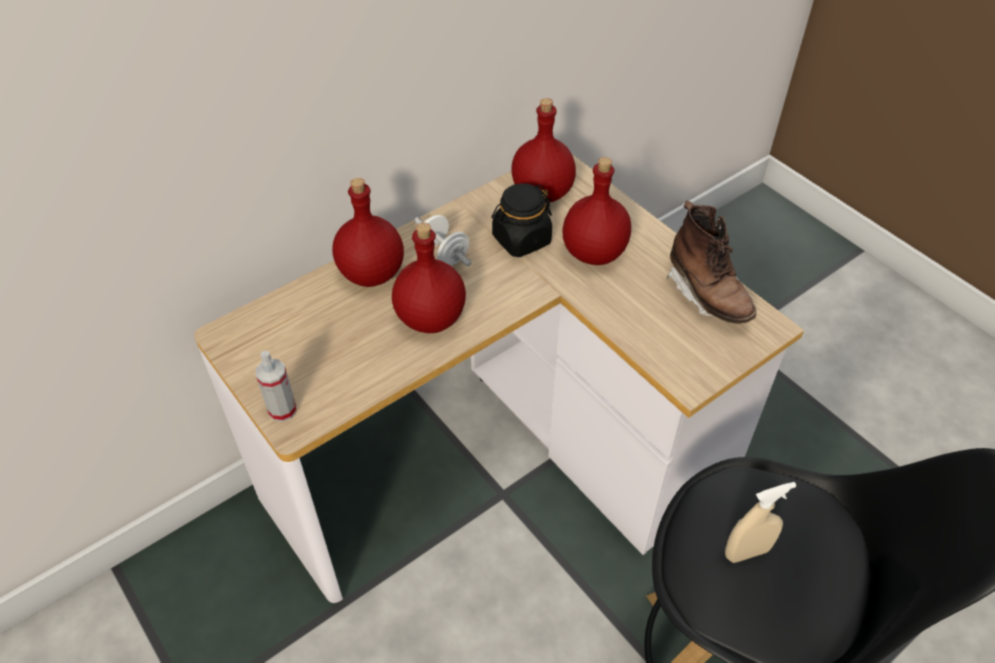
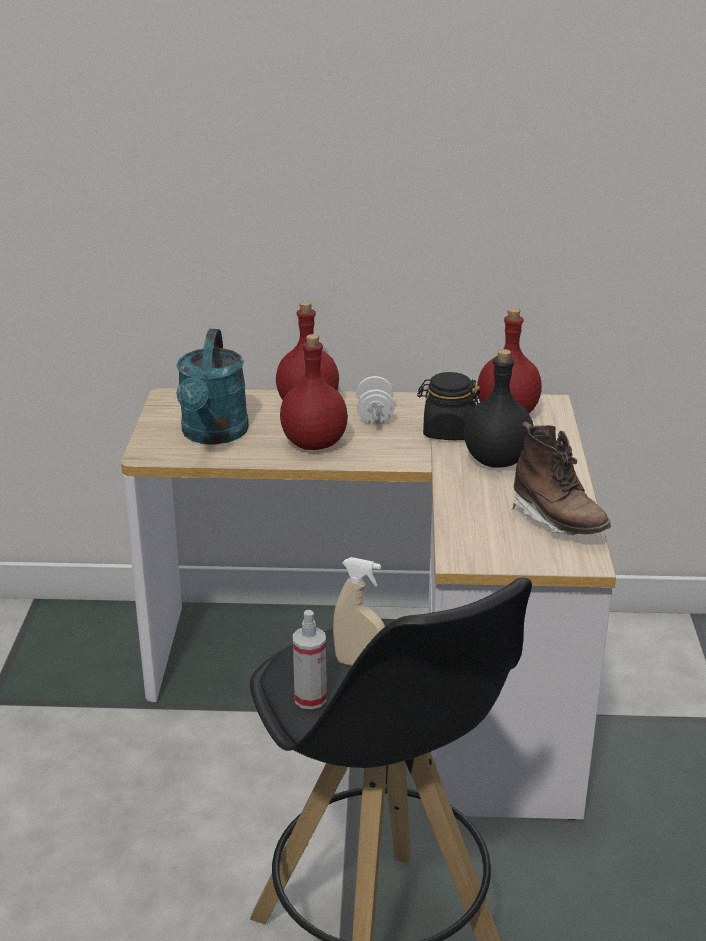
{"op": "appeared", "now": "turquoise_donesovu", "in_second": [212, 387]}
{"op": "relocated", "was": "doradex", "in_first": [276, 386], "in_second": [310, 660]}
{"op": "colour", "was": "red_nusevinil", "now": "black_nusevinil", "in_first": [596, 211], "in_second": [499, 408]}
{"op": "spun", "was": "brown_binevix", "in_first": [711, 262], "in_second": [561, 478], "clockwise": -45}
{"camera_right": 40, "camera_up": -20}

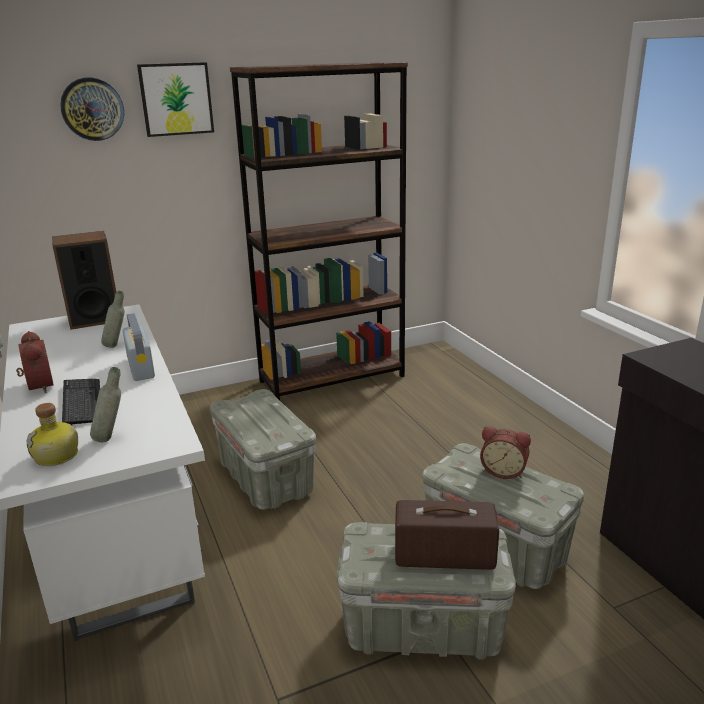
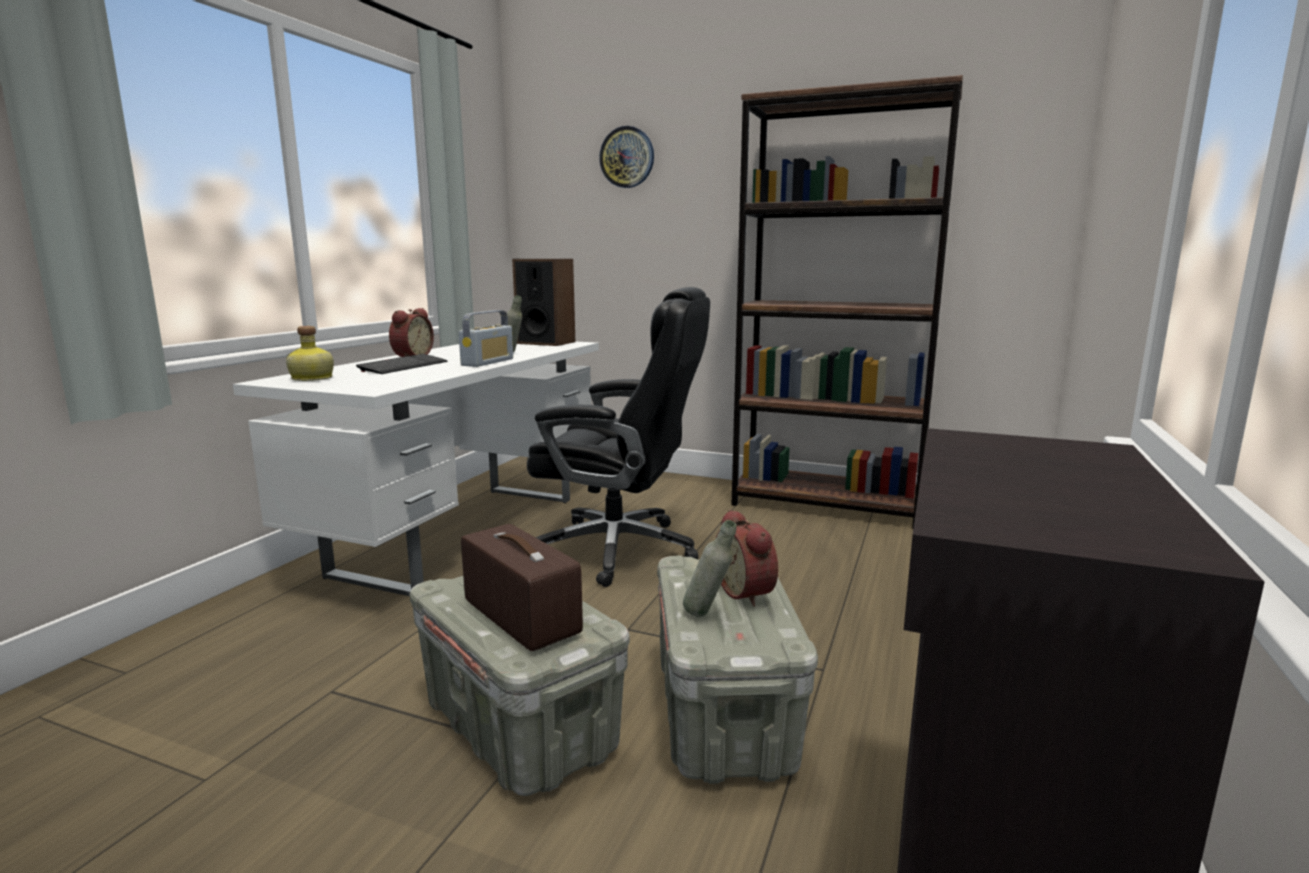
{"op": "exchanged", "was": "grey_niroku", "now": "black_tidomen", "in_first": [263, 449], "in_second": [618, 437]}
{"op": "relocated", "was": "grey_nusevinil", "in_first": [105, 404], "in_second": [709, 568]}
{"op": "missing", "was": "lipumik", "in_first": [175, 99]}
{"camera_right": 45, "camera_up": -10}

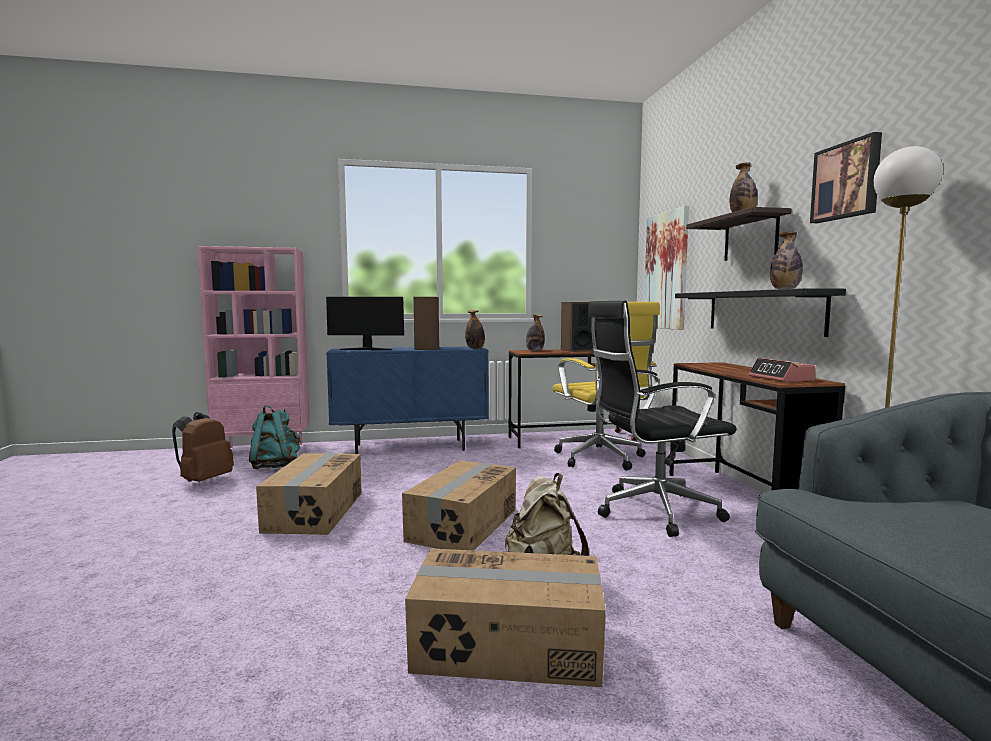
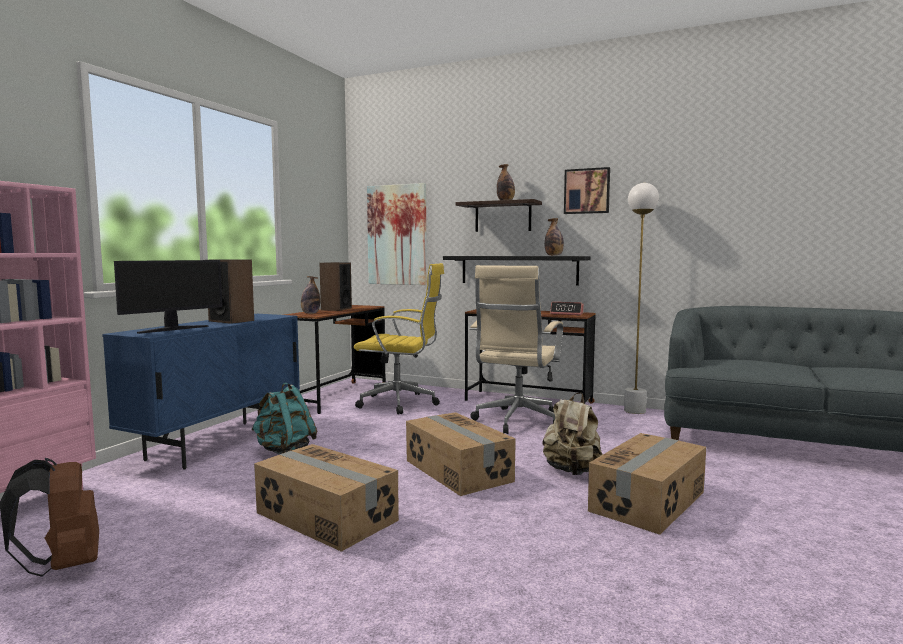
{"op": "relocated", "was": "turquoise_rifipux", "in_first": [274, 437], "in_second": [284, 418]}
{"op": "colour", "was": "black_tidomen", "now": "beige_tidomen", "in_first": [661, 419], "in_second": [516, 349]}
{"op": "missing", "was": "nusevinil", "in_first": [475, 329]}
{"camera_right": -55, "camera_up": 0}

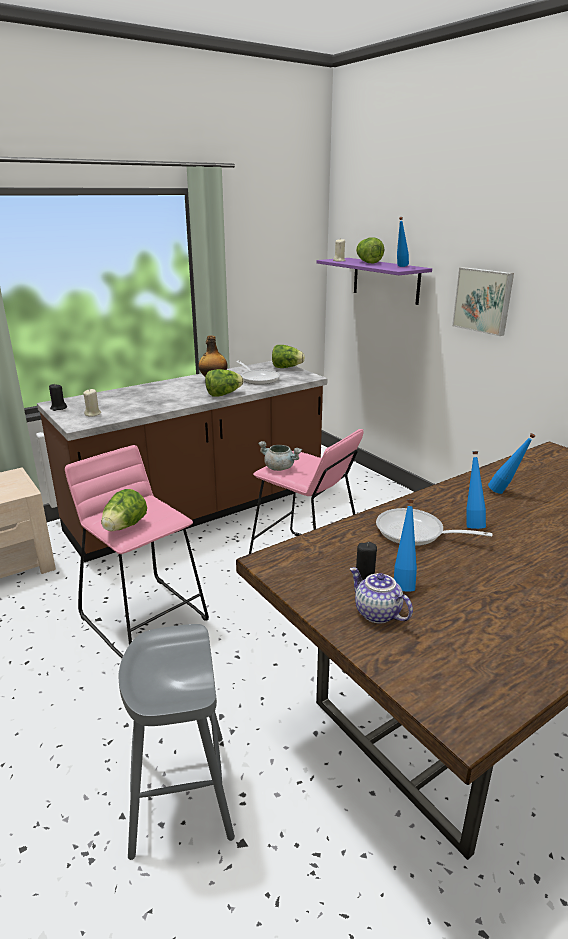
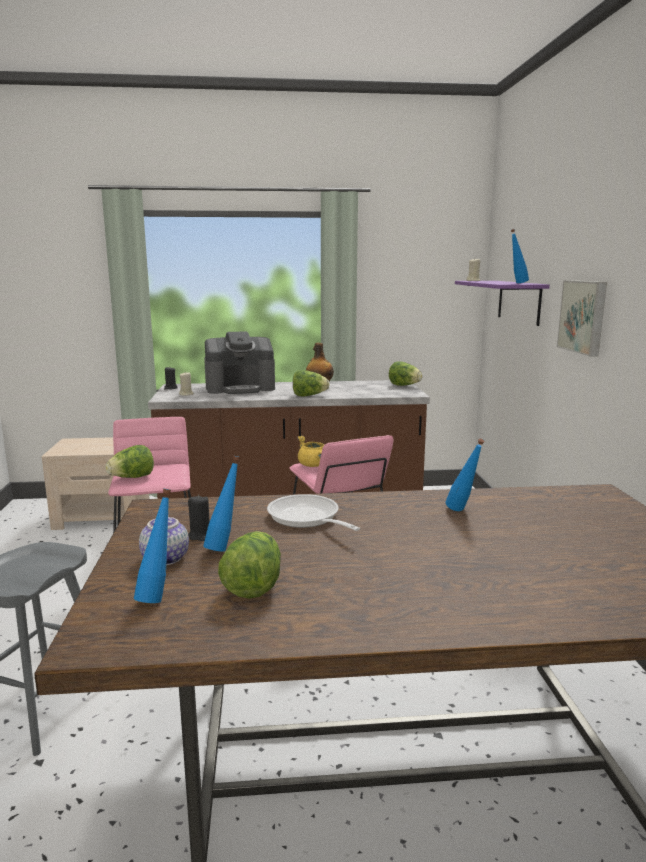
{"op": "relocated", "was": "blue_nusevinil", "in_first": [476, 490], "in_second": [152, 546]}
{"op": "appeared", "now": "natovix", "in_second": [239, 362]}
{"op": "relocated", "was": "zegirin", "in_first": [370, 250], "in_second": [249, 565]}
{"op": "colour", "was": "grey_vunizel", "now": "yellow_vunizel", "in_first": [280, 456], "in_second": [310, 451]}
{"op": "missing", "was": "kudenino", "in_first": [258, 373]}
{"camera_right": 30, "camera_up": -10}

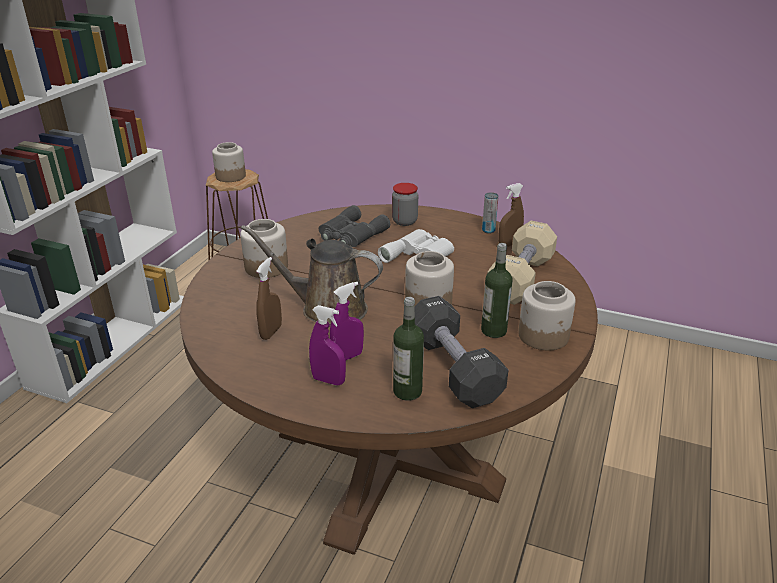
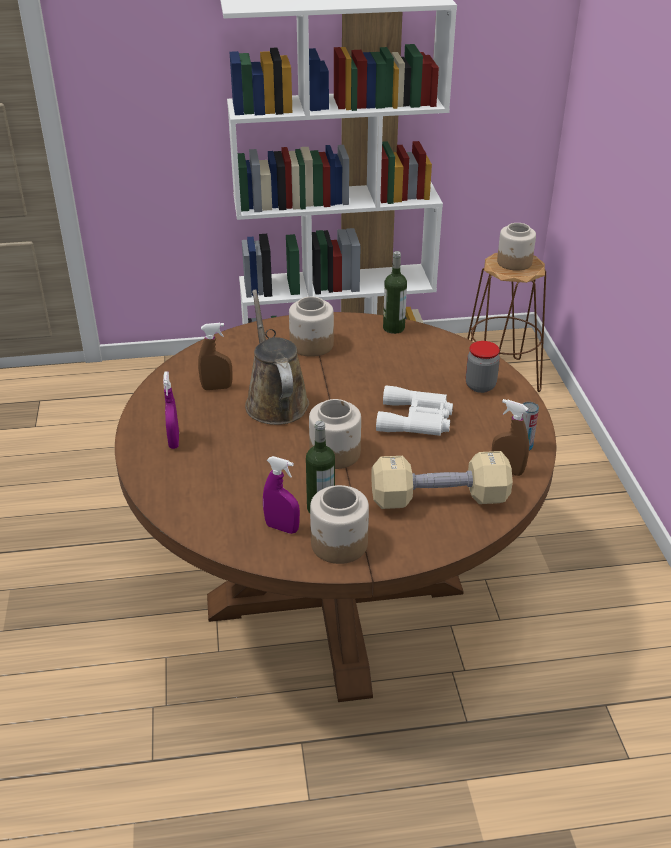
{"op": "relocated", "was": "purple_doradex", "in_first": [347, 321], "in_second": [281, 495]}
{"op": "relocated", "was": "nusevinil", "in_first": [408, 349], "in_second": [395, 292]}
{"op": "missing", "was": "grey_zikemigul", "in_first": [354, 226]}
{"op": "missing", "was": "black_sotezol", "in_first": [461, 352]}
{"camera_right": 60, "camera_up": 5}

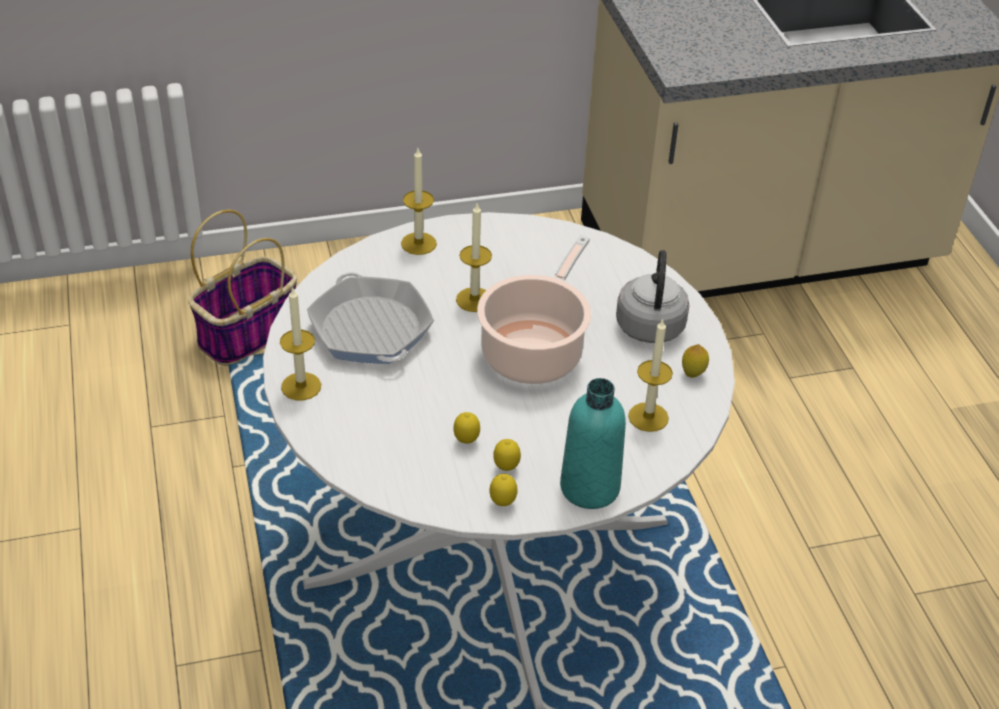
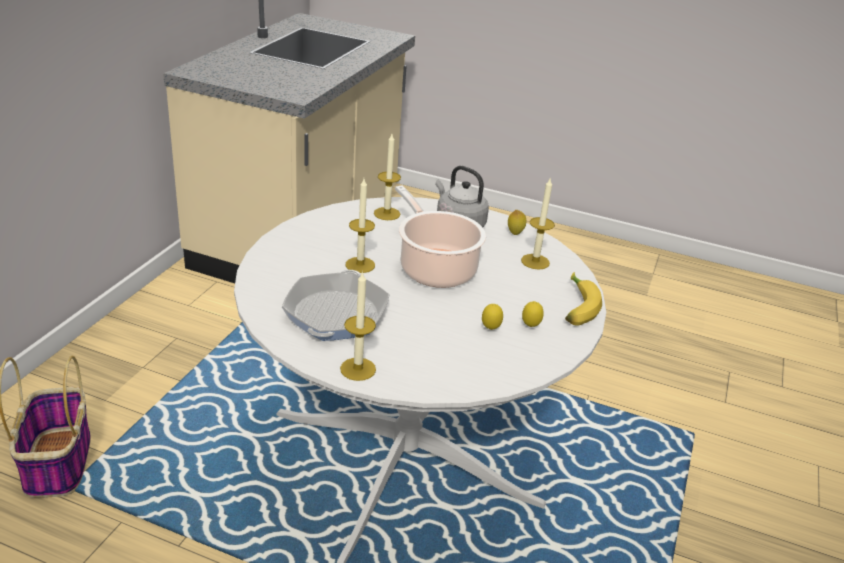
{"op": "spun", "was": "kudenino", "in_first": [370, 317], "in_second": [336, 305], "clockwise": 90}
{"op": "relocated", "was": "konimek", "in_first": [419, 202], "in_second": [387, 177]}
{"op": "exchanged", "was": "turquoise_nusevinil", "now": "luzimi", "in_first": [593, 443], "in_second": [583, 299]}
{"op": "missing", "was": "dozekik", "in_first": [503, 490]}
{"camera_right": -55, "camera_up": -10}

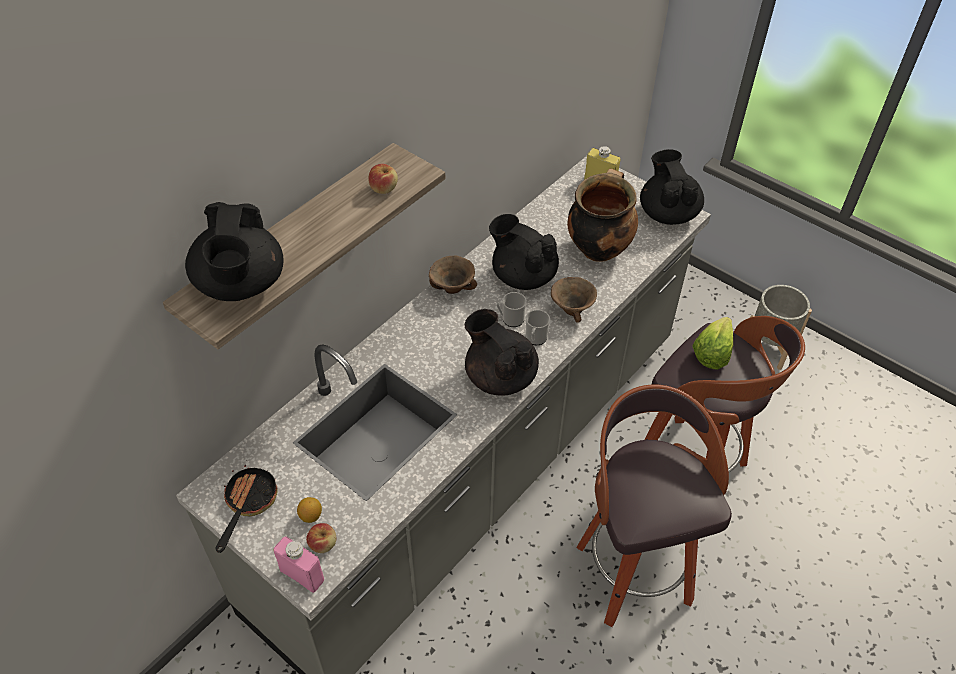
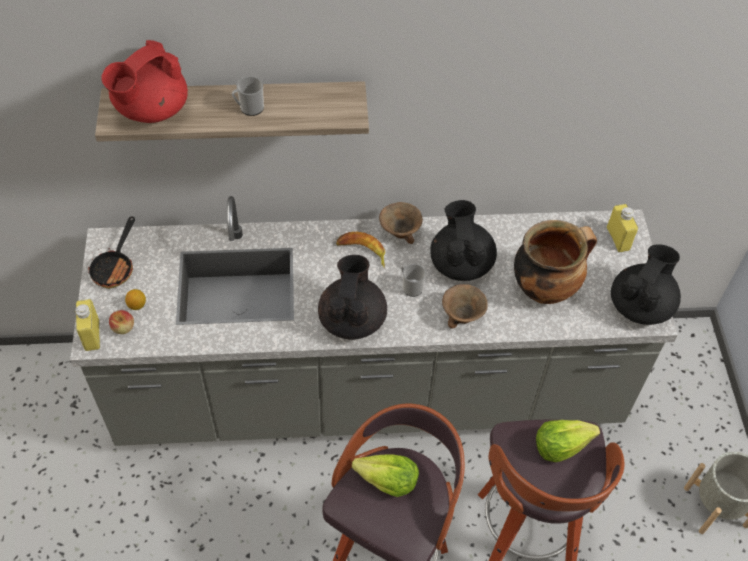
{"op": "colour", "was": "pink_nusevinil", "now": "yellow_nusevinil", "in_first": [298, 564], "in_second": [87, 325]}
{"op": "spun", "was": "kudenino", "in_first": [247, 509], "in_second": [111, 252], "clockwise": 135}
{"op": "colour", "was": "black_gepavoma", "now": "red_gepavoma", "in_first": [234, 251], "in_second": [144, 81]}
{"op": "relocated", "was": "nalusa", "in_first": [538, 327], "in_second": [248, 96]}
{"op": "appeared", "now": "luzimi", "in_second": [360, 250]}
{"op": "appeared", "now": "zegirin", "in_second": [385, 475]}
{"op": "missing", "was": "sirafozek", "in_first": [383, 179]}
{"camera_right": 45, "camera_up": 5}

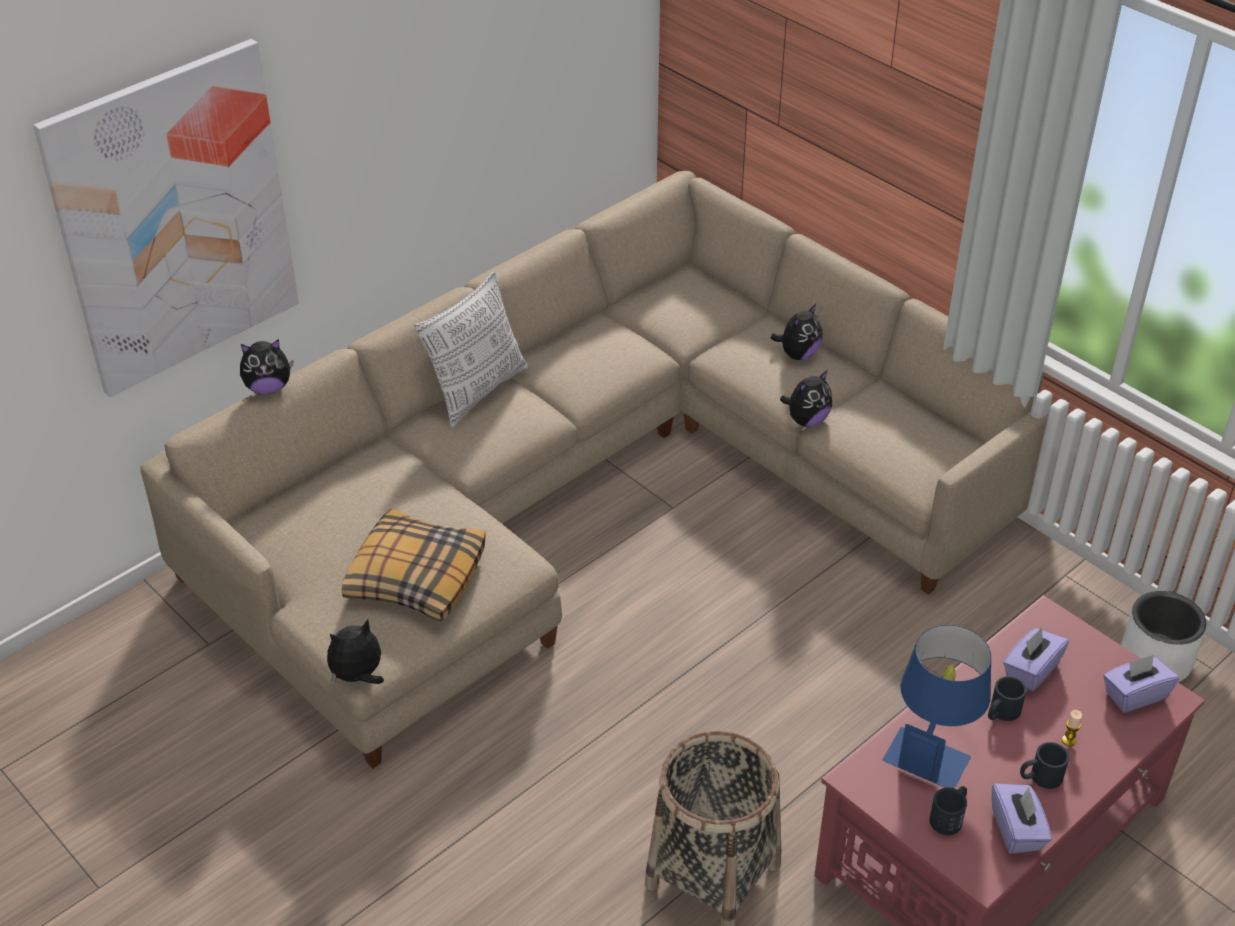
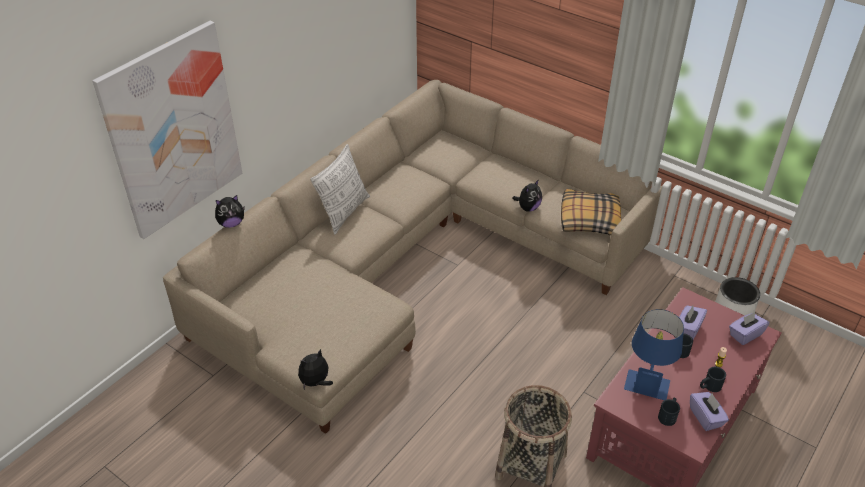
{"op": "relocated", "was": "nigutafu", "in_first": [414, 565], "in_second": [591, 212]}
{"op": "missing", "was": "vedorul", "in_first": [796, 332]}
{"camera_right": -10, "camera_up": 0}

